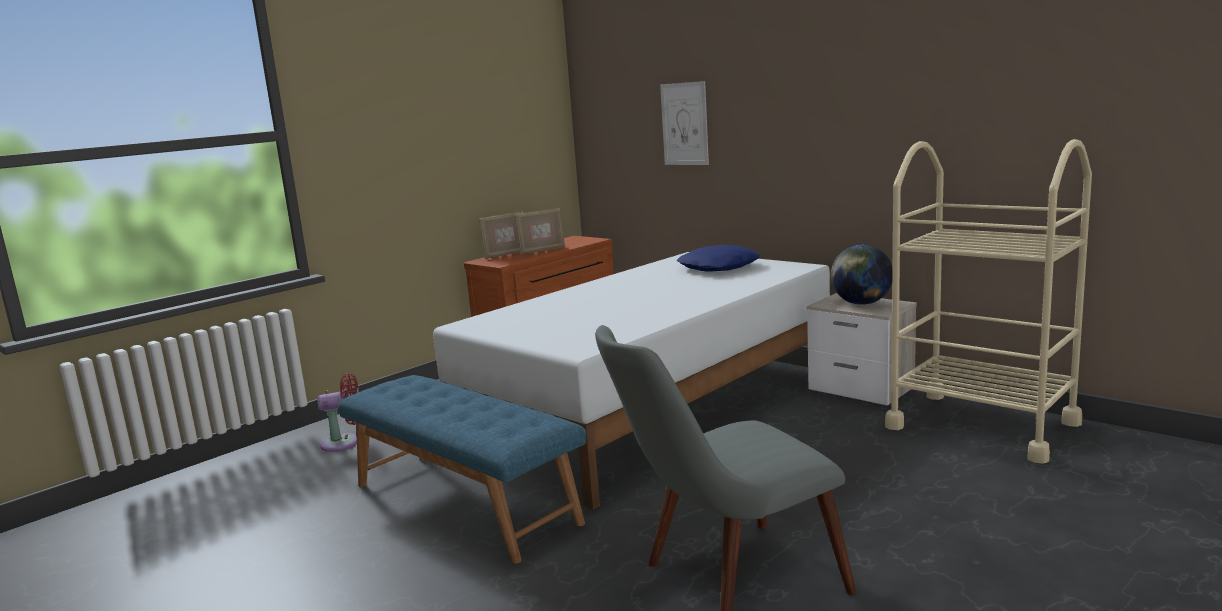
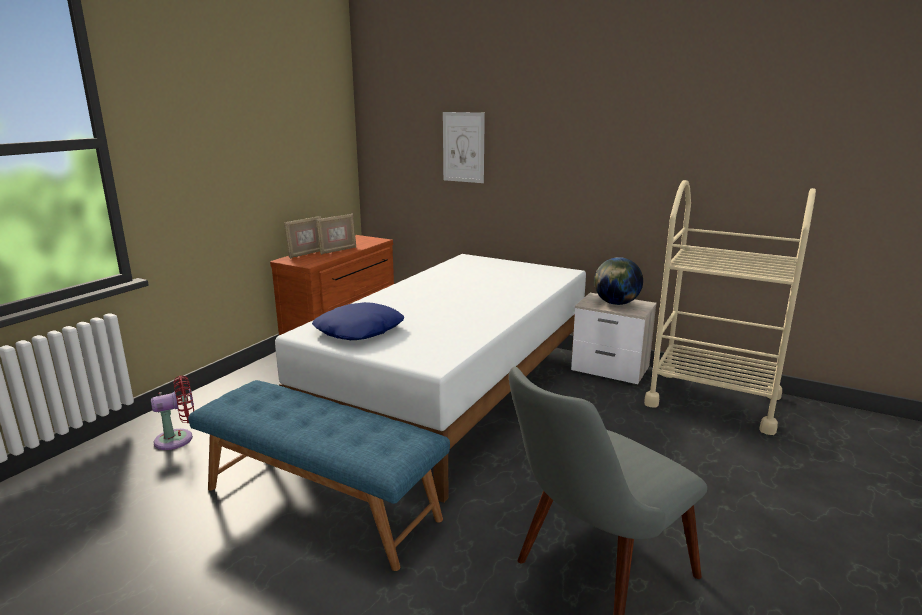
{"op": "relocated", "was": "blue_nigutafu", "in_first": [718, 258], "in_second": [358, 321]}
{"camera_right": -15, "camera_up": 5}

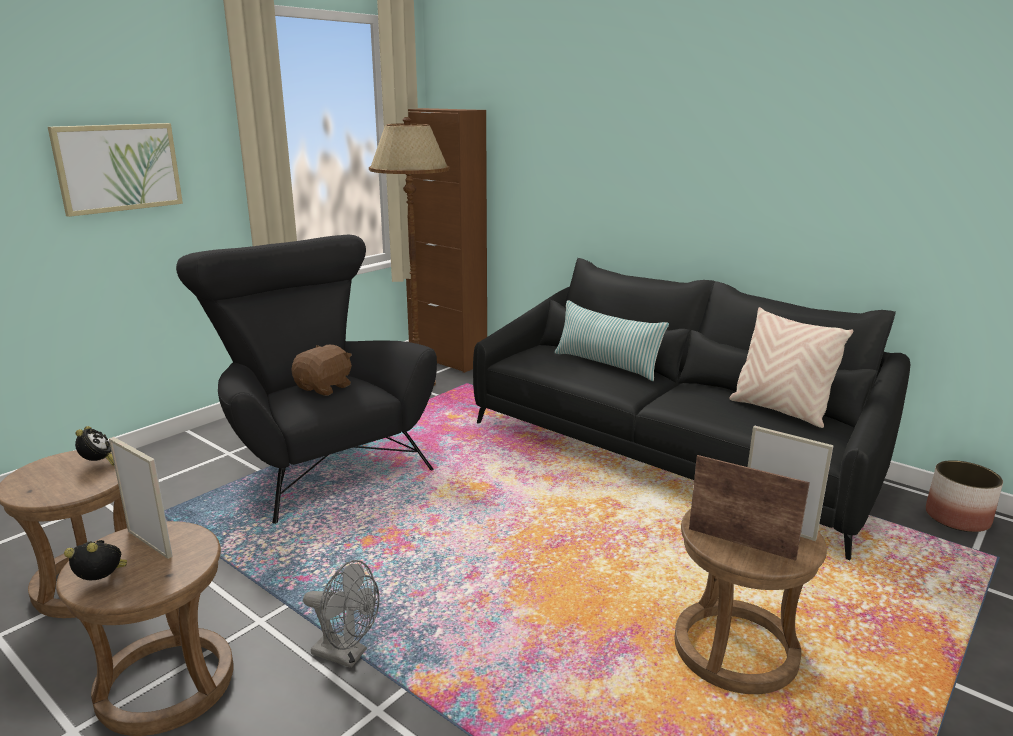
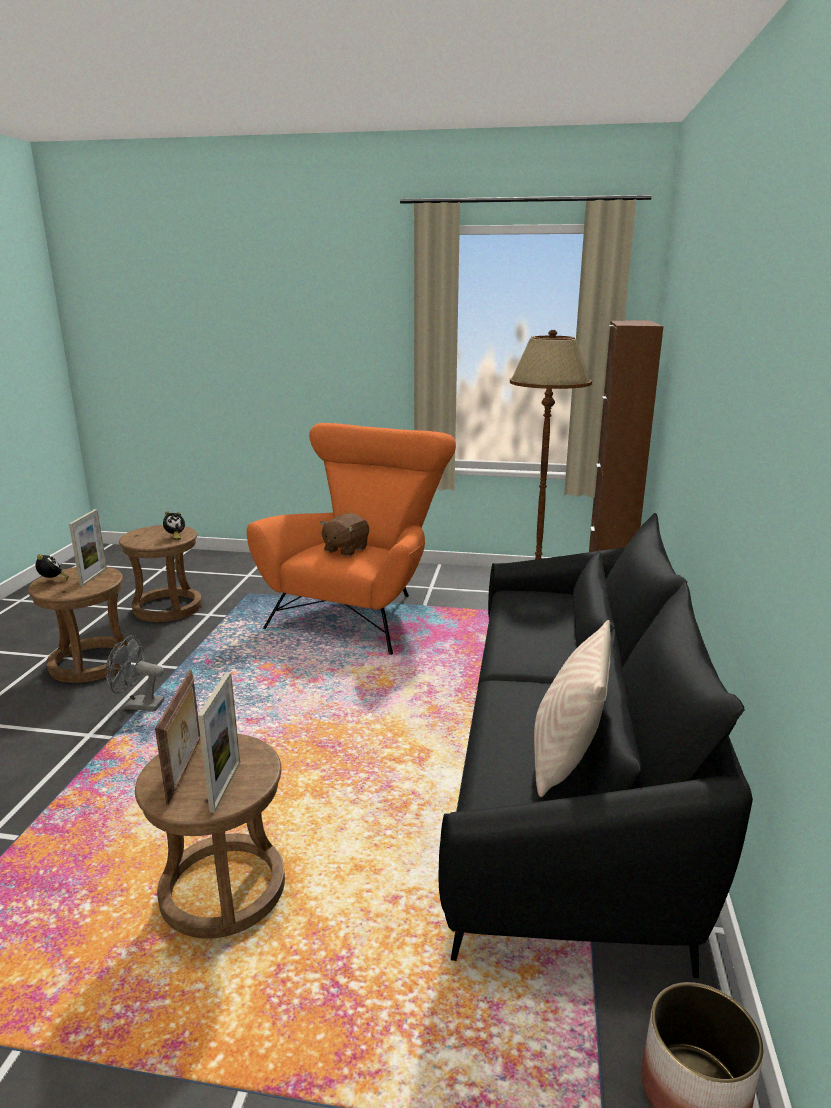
{"op": "spun", "was": "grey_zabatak", "in_first": [341, 614], "in_second": [134, 673], "clockwise": 105}
{"op": "colour", "was": "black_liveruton", "now": "orange_liveruton", "in_first": [306, 379], "in_second": [351, 539]}
{"op": "spun", "was": "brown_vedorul", "in_first": [321, 370], "in_second": [344, 534], "clockwise": 120}
{"op": "missing", "was": "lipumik", "in_first": [115, 170]}
{"op": "missing", "was": "nigutafu", "in_first": [612, 340]}
{"camera_right": 60, "camera_up": 0}

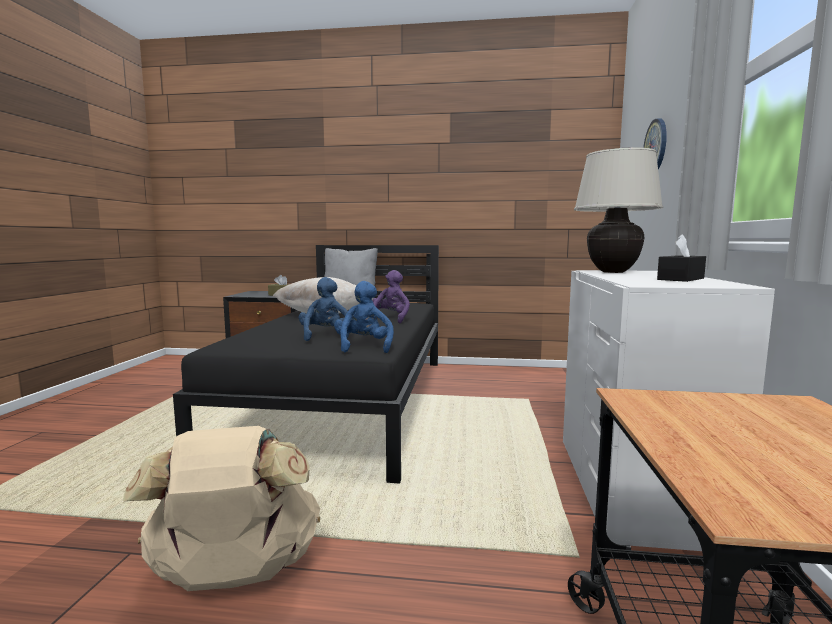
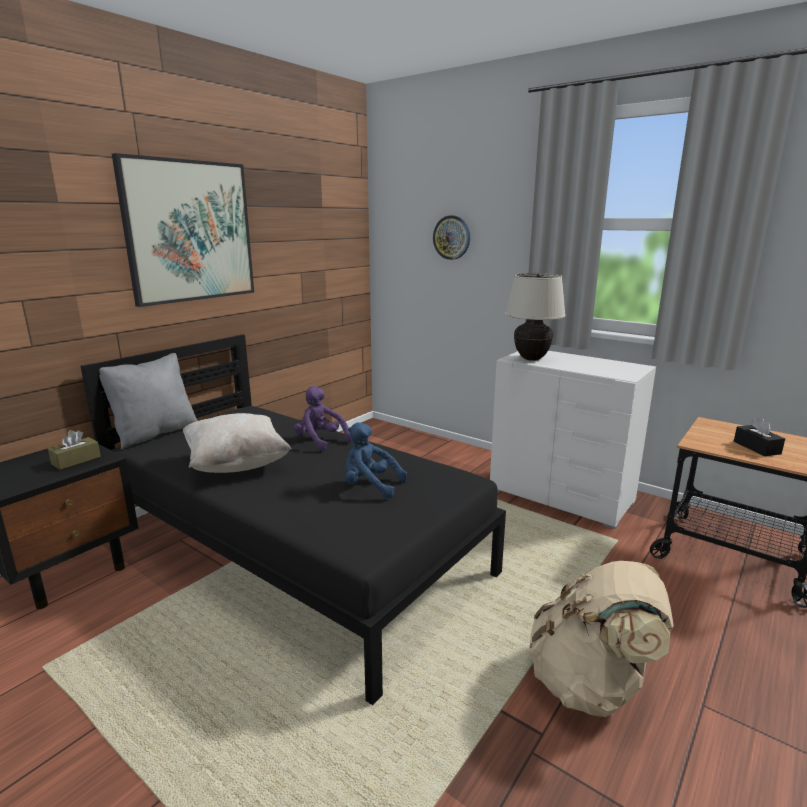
{"op": "appeared", "now": "lipumik", "in_second": [183, 230]}
{"op": "relocated", "was": "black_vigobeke", "in_first": [681, 258], "in_second": [759, 436]}
{"op": "missing", "was": "blue_vedorul", "in_first": [364, 317]}
{"camera_right": -60, "camera_up": 10}

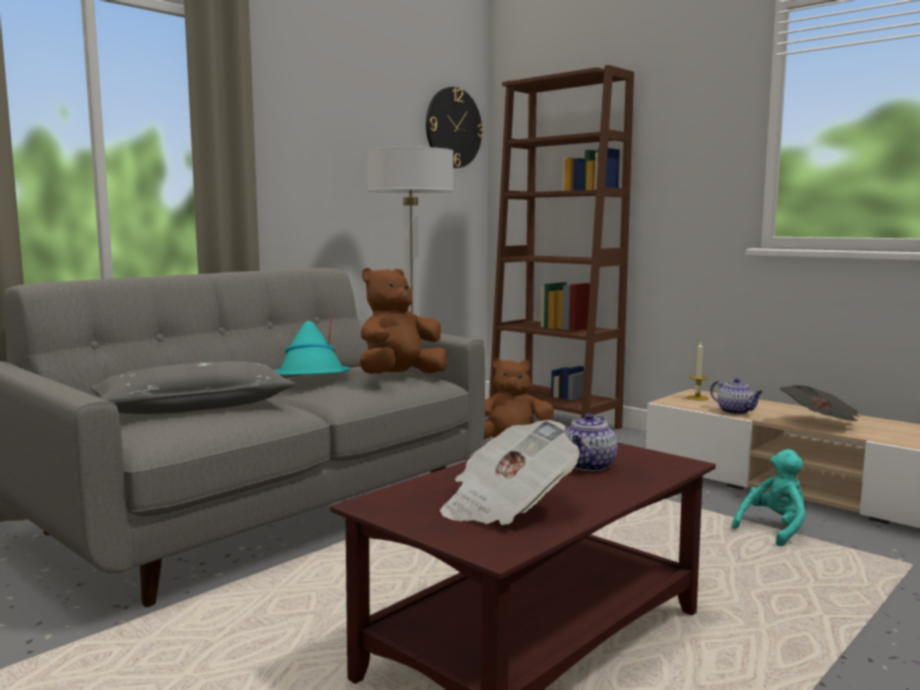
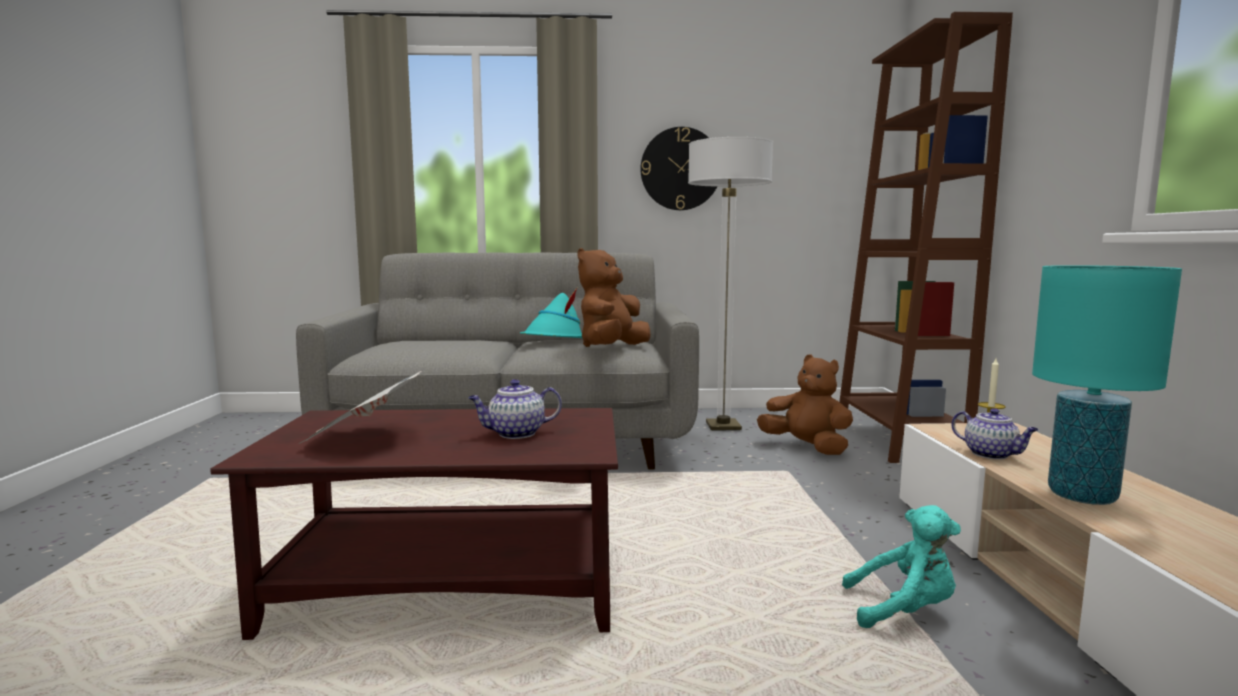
{"op": "spun", "was": "brown_vedorul", "in_first": [403, 321], "in_second": [614, 297], "clockwise": -60}
{"op": "relocated", "was": "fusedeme", "in_first": [455, 127], "in_second": [678, 168]}
{"op": "spun", "was": "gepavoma", "in_first": [736, 396], "in_second": [995, 433], "clockwise": -45}
{"op": "exchanged", "was": "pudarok", "now": "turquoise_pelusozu", "in_first": [819, 403], "in_second": [1107, 385]}
{"op": "missing", "was": "grey_nigutafu", "in_first": [193, 387]}
{"camera_right": 45, "camera_up": 0}

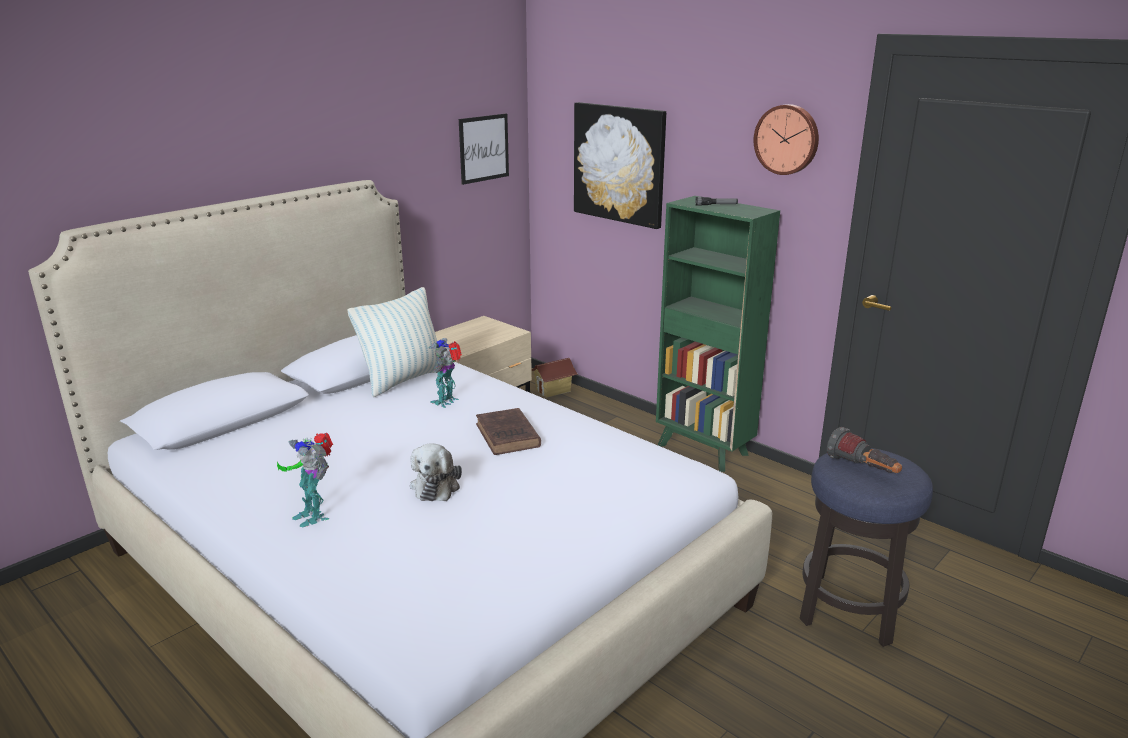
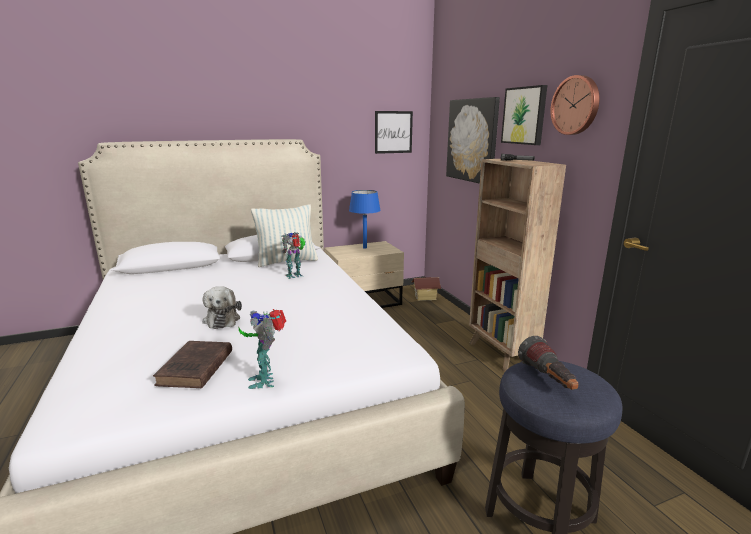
{"op": "relocated", "was": "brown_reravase", "in_first": [508, 431], "in_second": [192, 364]}
{"op": "spun", "was": "vedorul", "in_first": [436, 472], "in_second": [222, 307], "clockwise": -45}
{"op": "relocated", "was": "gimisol", "in_first": [305, 480], "in_second": [262, 349]}
{"op": "appeared", "now": "blue_pelusozu", "in_second": [365, 219]}
{"op": "colour", "was": "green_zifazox", "now": "brown_zifazox", "in_first": [718, 334], "in_second": [517, 265]}
{"op": "appeared", "now": "lipumik", "in_second": [524, 115]}
{"camera_right": 25, "camera_up": -5}

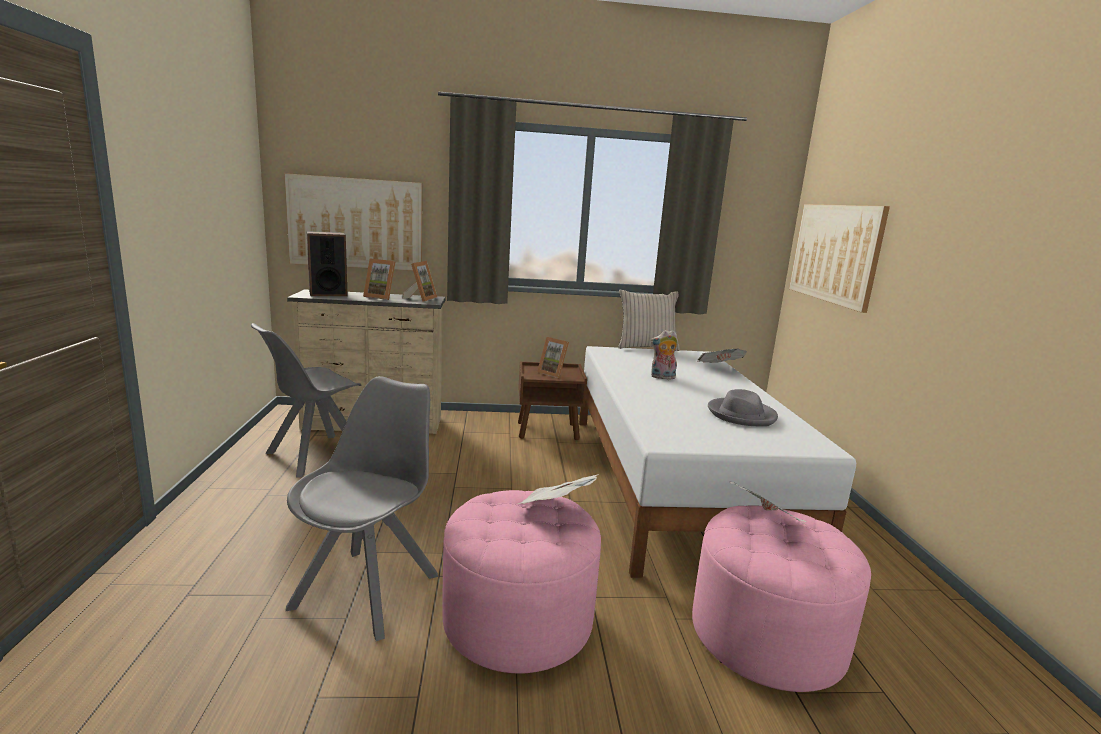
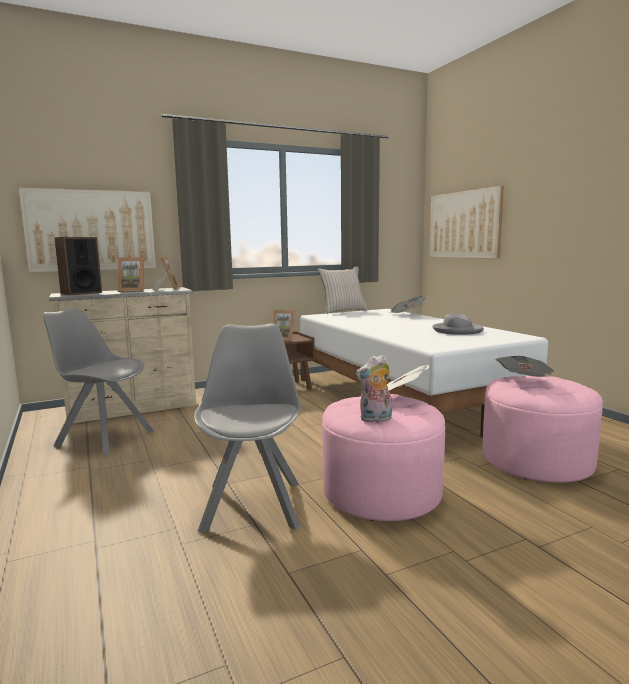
{"op": "spun", "was": "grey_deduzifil", "in_first": [306, 400], "in_second": [98, 382], "clockwise": 90}
{"op": "relocated", "was": "vedorul", "in_first": [664, 354], "in_second": [374, 388]}
{"camera_right": -20, "camera_up": -5}

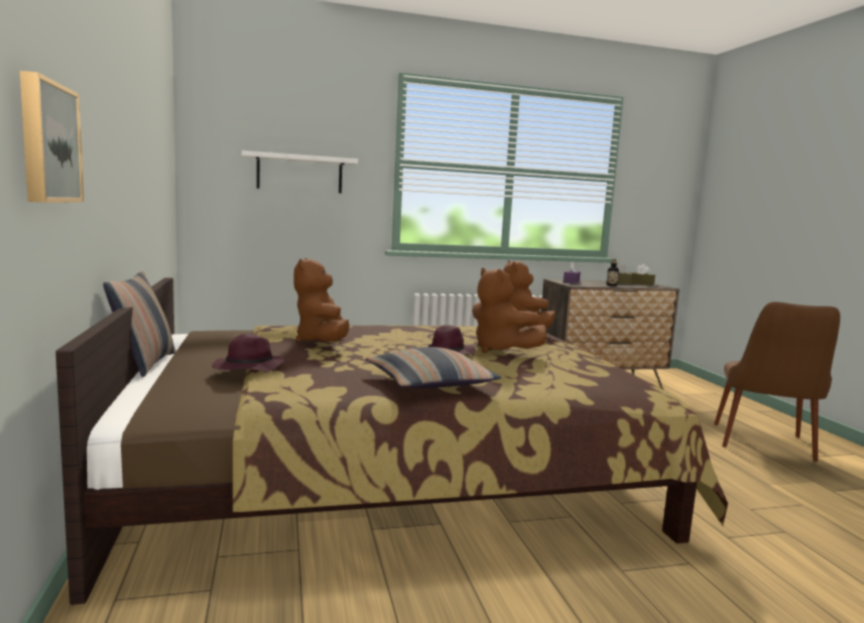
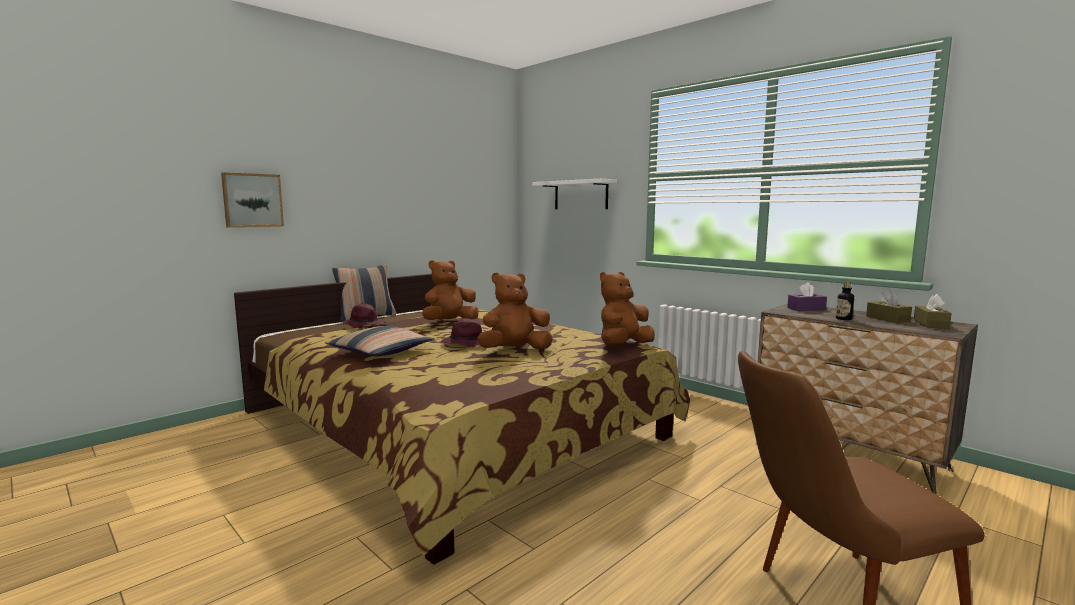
{"op": "spun", "was": "brown_vedorul", "in_first": [509, 310], "in_second": [515, 310], "clockwise": 45}
{"camera_right": 60, "camera_up": 0}

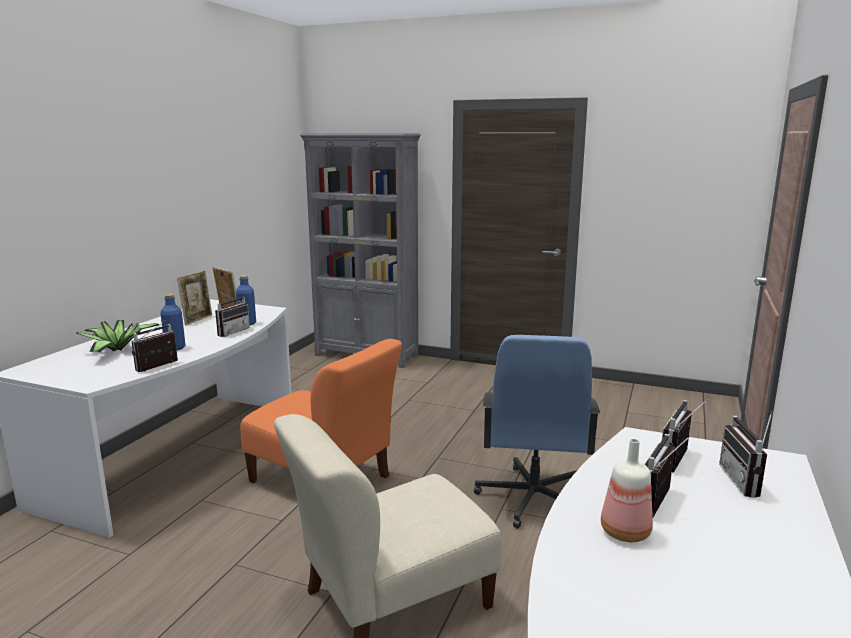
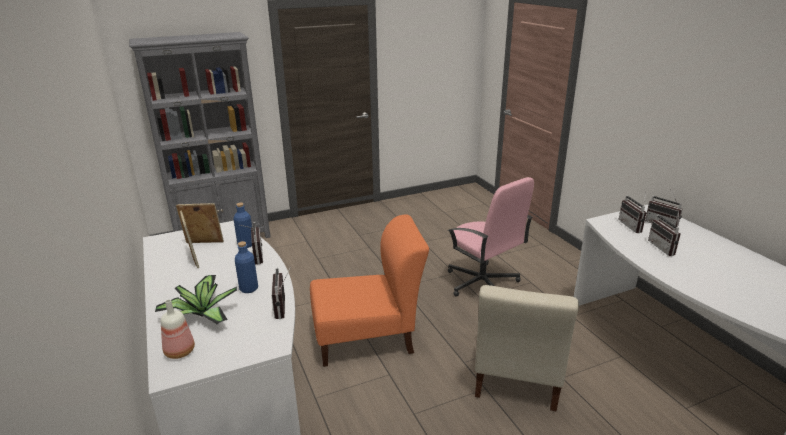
{"op": "relocated", "was": "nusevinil", "in_first": [627, 490], "in_second": [178, 329]}
{"op": "colour", "was": "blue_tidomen", "now": "pink_tidomen", "in_first": [536, 432], "in_second": [491, 237]}
{"camera_right": -45, "camera_up": 10}

